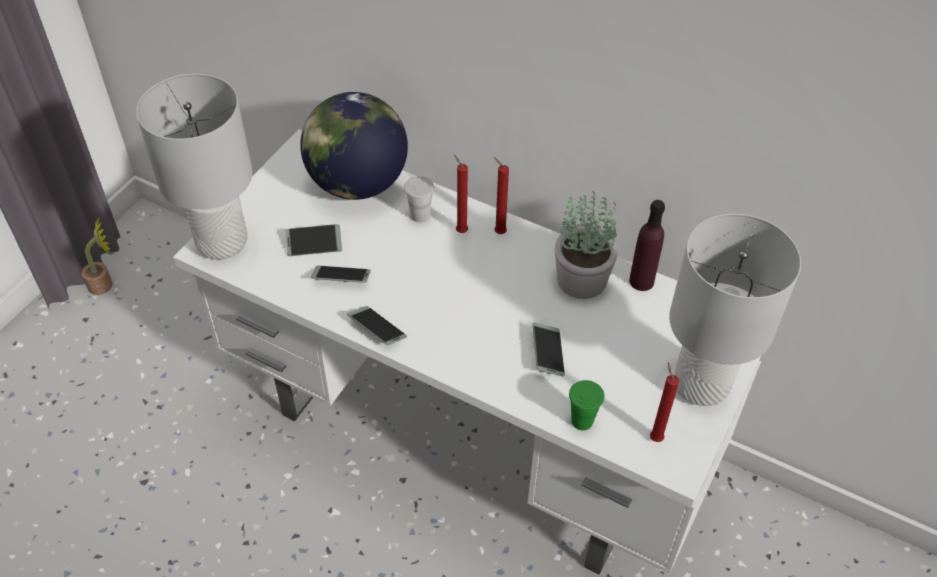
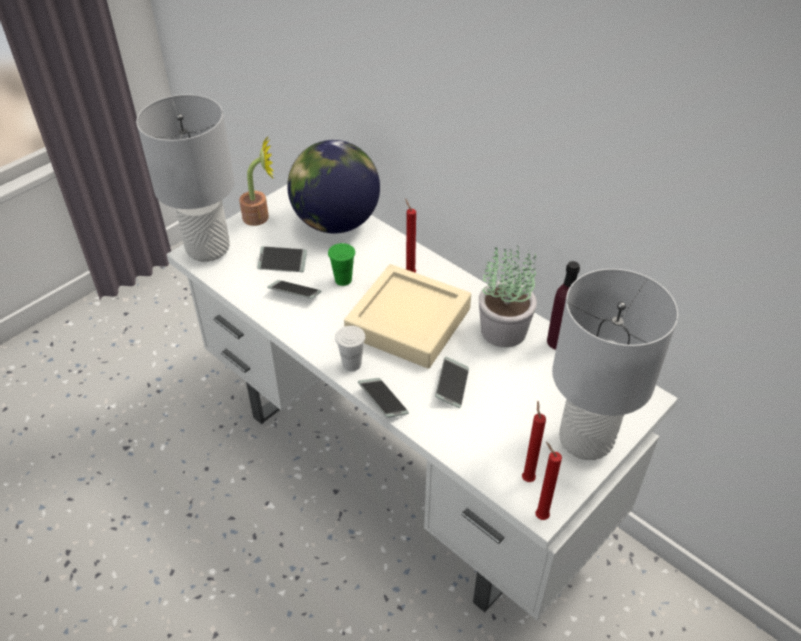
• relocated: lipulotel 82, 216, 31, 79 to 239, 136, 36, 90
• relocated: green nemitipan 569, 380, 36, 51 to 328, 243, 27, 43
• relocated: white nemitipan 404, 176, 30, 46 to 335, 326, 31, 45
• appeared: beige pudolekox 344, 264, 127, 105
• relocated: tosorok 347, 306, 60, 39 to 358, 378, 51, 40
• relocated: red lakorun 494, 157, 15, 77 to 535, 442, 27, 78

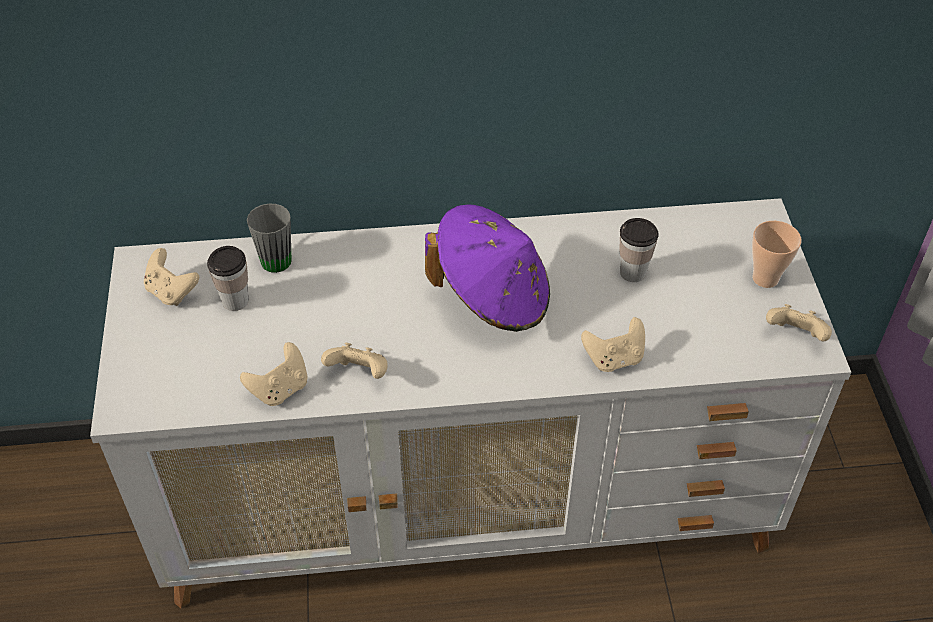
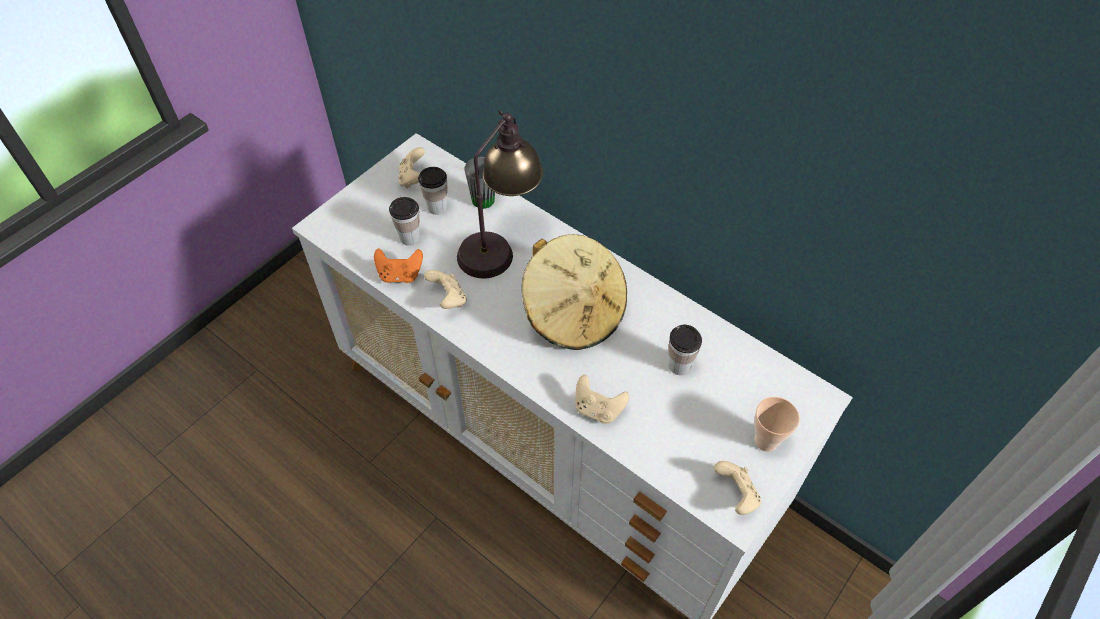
• colour: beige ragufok 240, 342, 68, 64 to orange ragufok 374, 248, 49, 35
• appeared: nemitipan 389, 197, 31, 49
• appeared: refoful 457, 110, 86, 169
• colour: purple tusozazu 425, 204, 125, 128 to beige tusozazu 522, 234, 105, 116

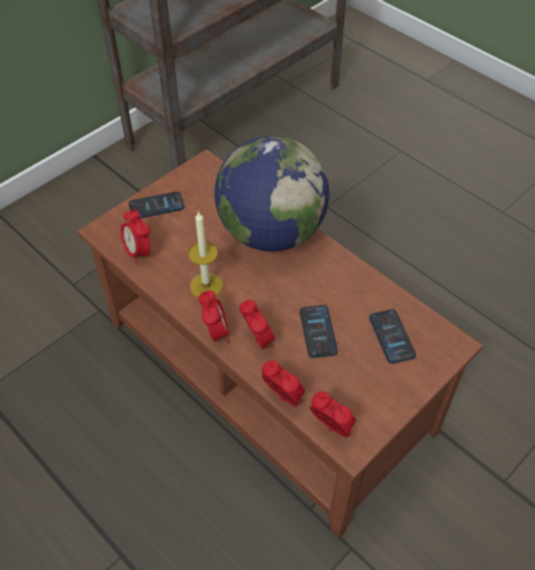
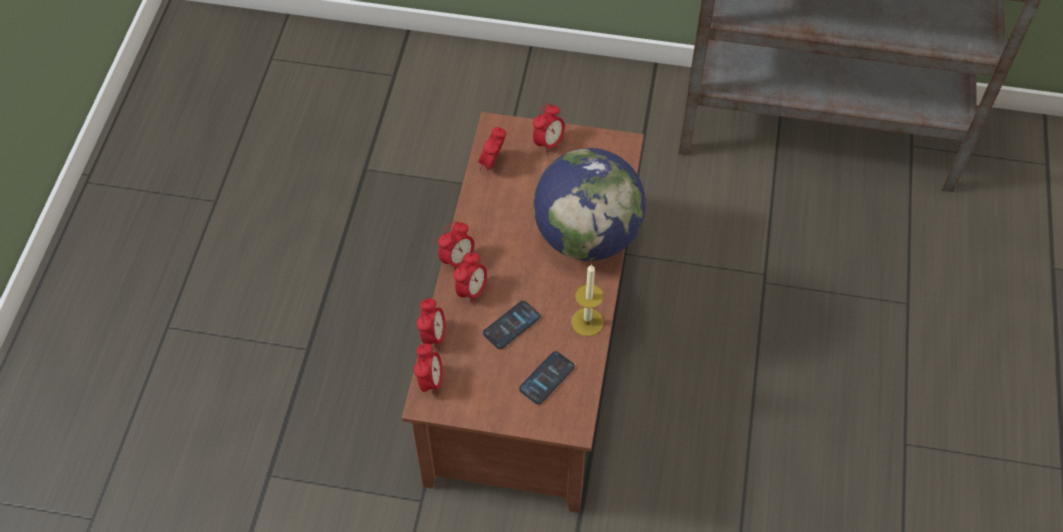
• exchanged: tosorok 129, 192, 55, 27 to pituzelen 533, 103, 32, 52
• relocated: lakorun 188, 211, 35, 87 to 571, 264, 33, 72

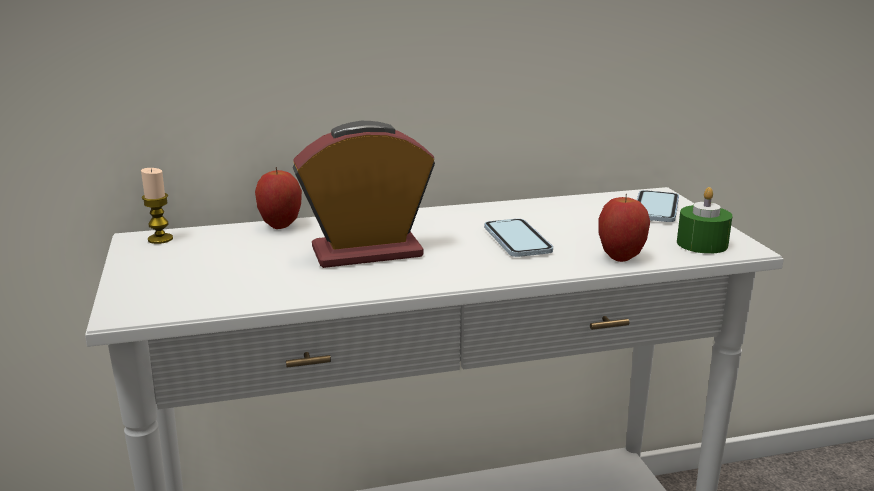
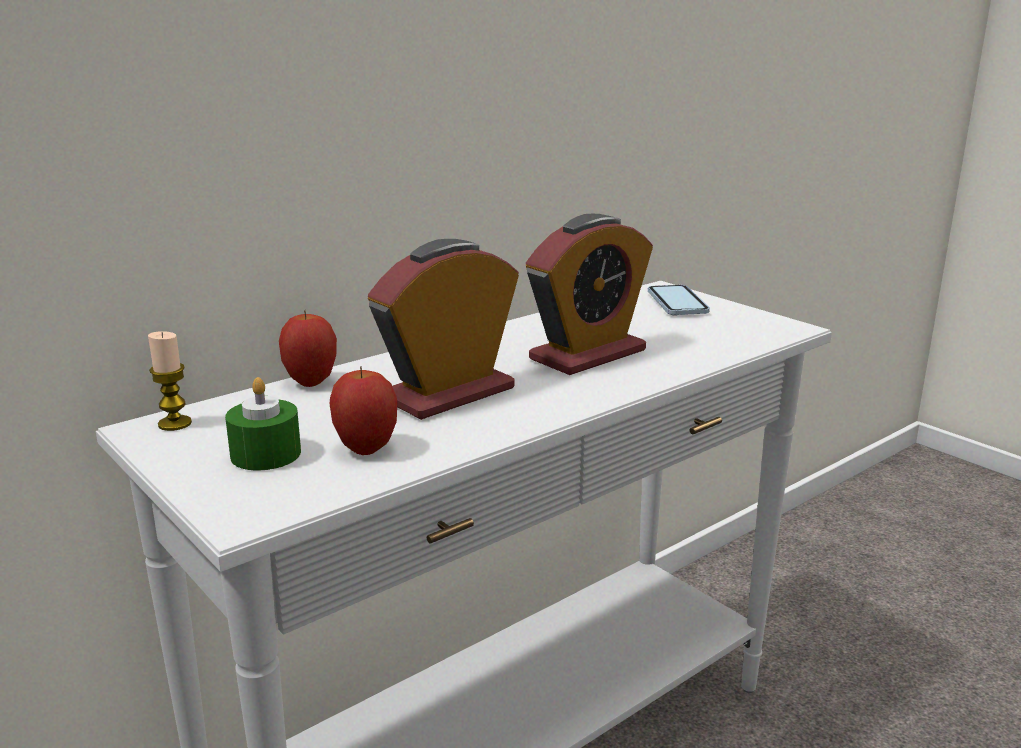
• relocated: green lakorun 677, 187, 56, 67 to 225, 377, 76, 93
• relocated: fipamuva 599, 193, 51, 69 to 330, 367, 67, 88
• exchanged: tosorok 484, 219, 69, 38 to pituzelen 526, 214, 127, 161

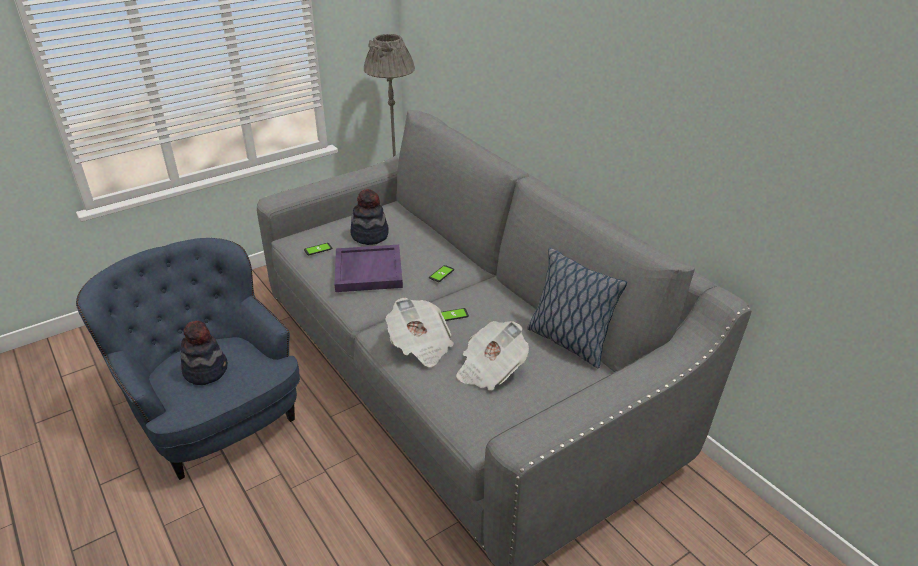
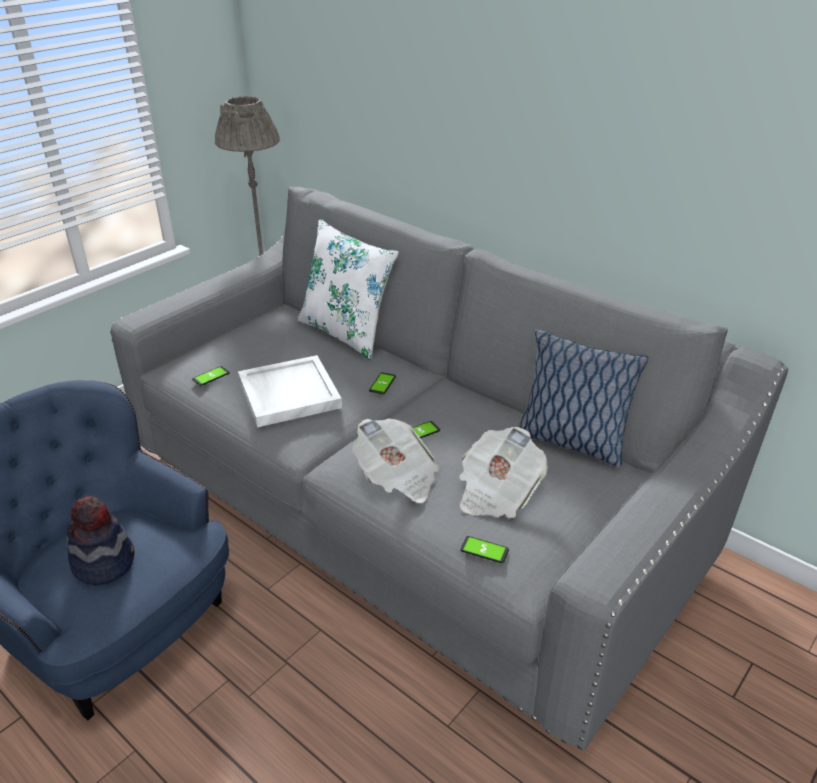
• colour: purple pudolekox 334, 245, 69, 47 to white pudolekox 238, 355, 104, 72
• appeared: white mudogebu 297, 219, 102, 141
• appeared: tosorok 460, 536, 49, 27
• missing: tusozazu 351, 189, 38, 56

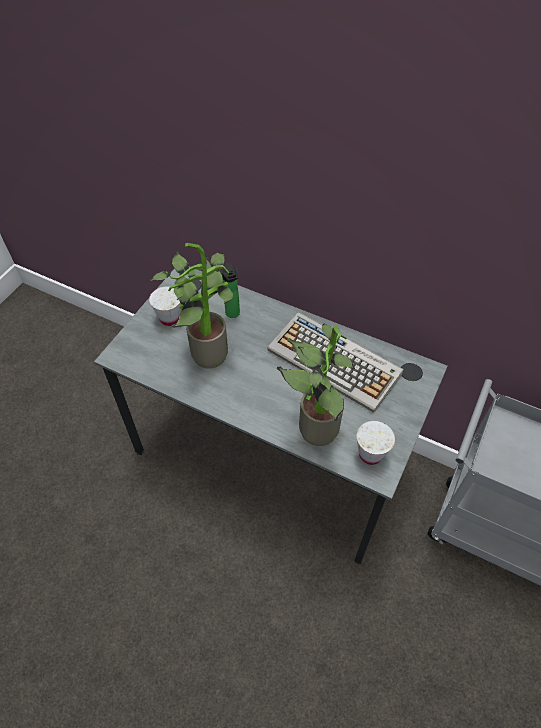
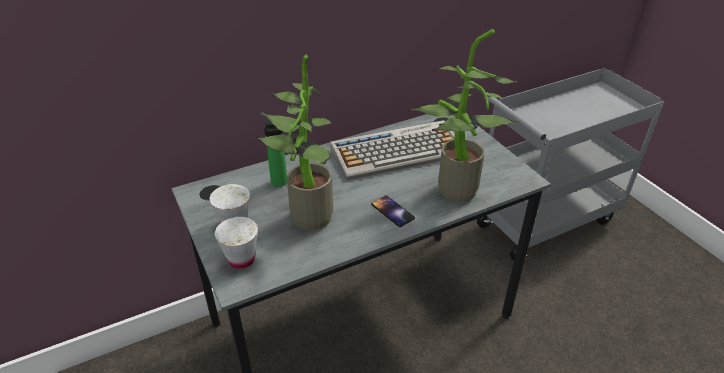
• relocated: white nemitipan 357, 421, 38, 44 to 215, 217, 43, 52
• appeared: tosorok 371, 195, 44, 32

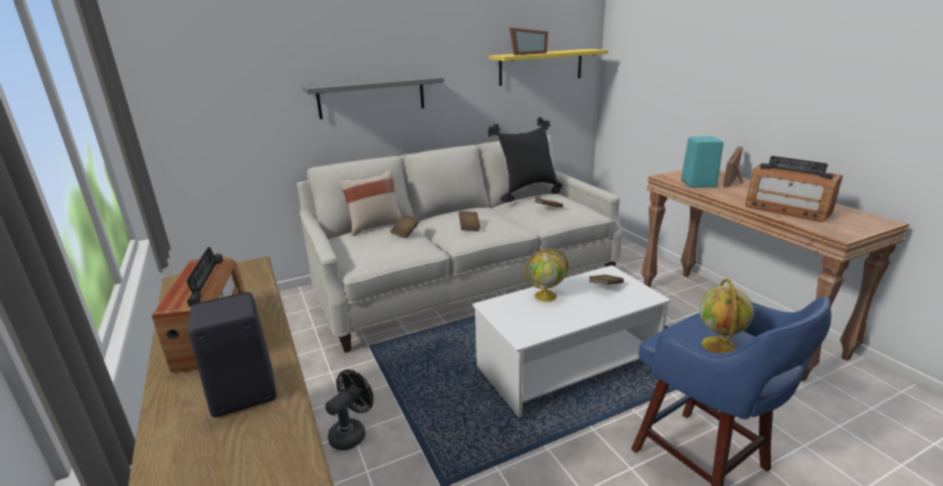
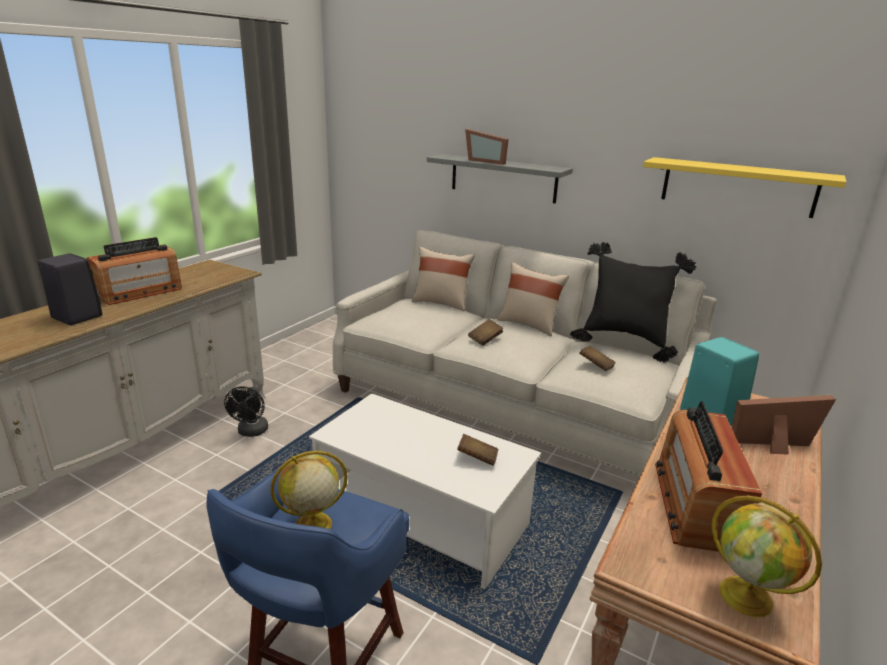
• spun: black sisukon 325, 370, 49, 80 = 224, 386, 44, 51 90 degrees clockwise
• relocated: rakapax 509, 28, 39, 27 to 465, 129, 44, 36
• appeared: beige mudogebu 497, 262, 72, 74
• relocated: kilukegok 525, 249, 43, 53 to 711, 495, 111, 122
• missing: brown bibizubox 390, 215, 29, 23

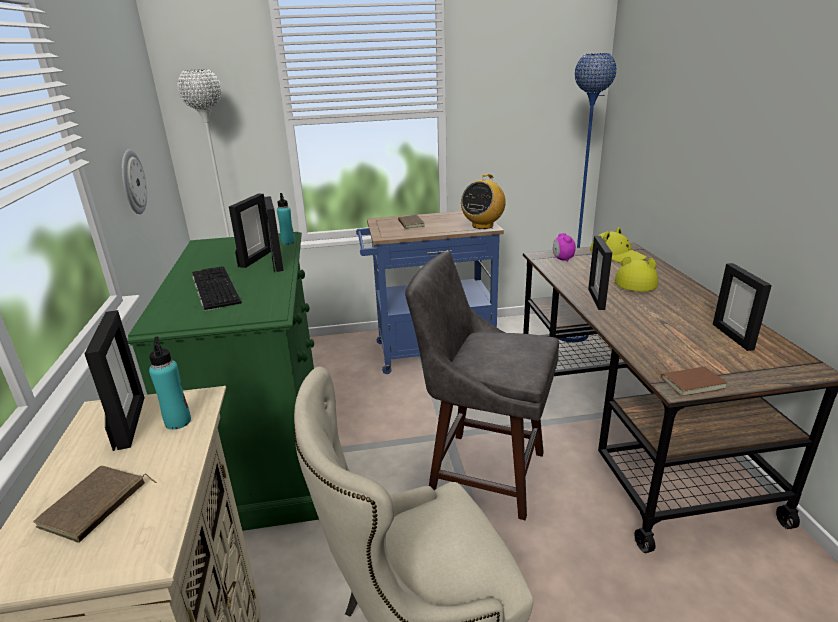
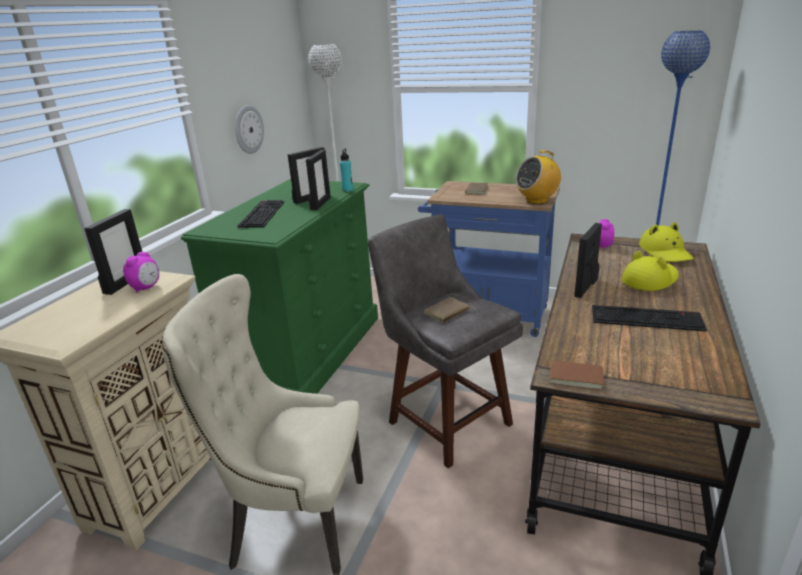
• exchanged: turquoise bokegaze 149, 336, 42, 94 to pituzelen 123, 252, 36, 40
• relocated: brown bibizubox 33, 465, 124, 78 to 424, 297, 52, 26
• appeared: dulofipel 592, 305, 115, 27
• missing: rakapax 713, 263, 59, 88

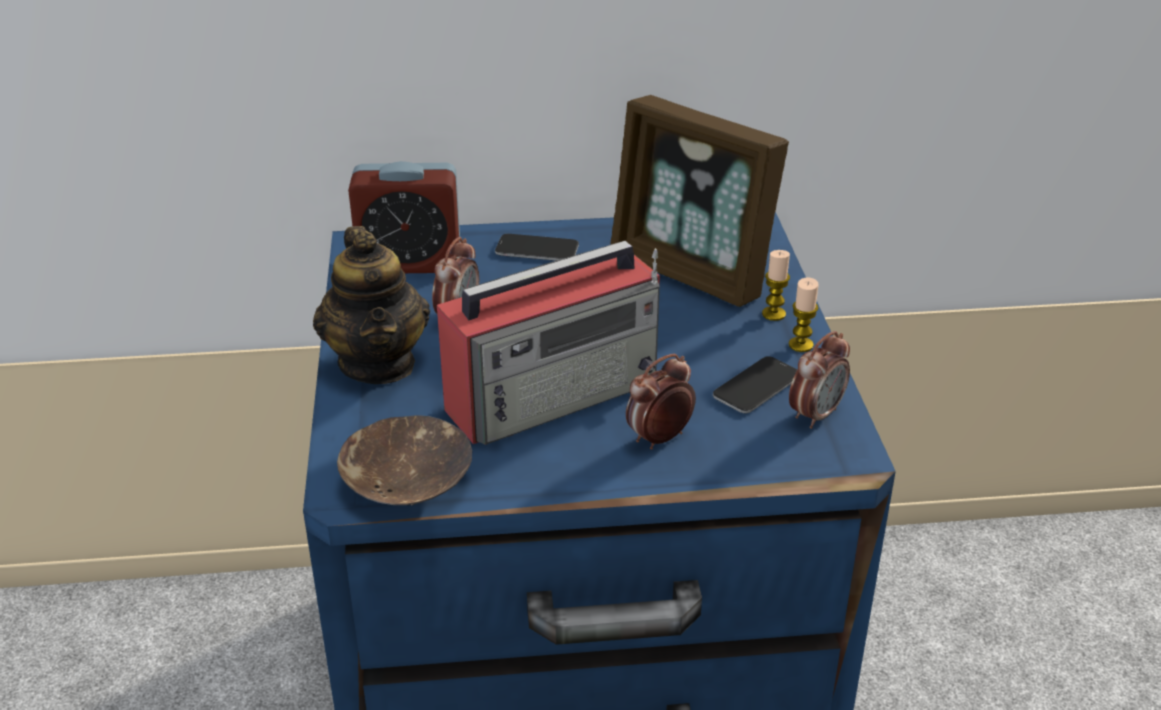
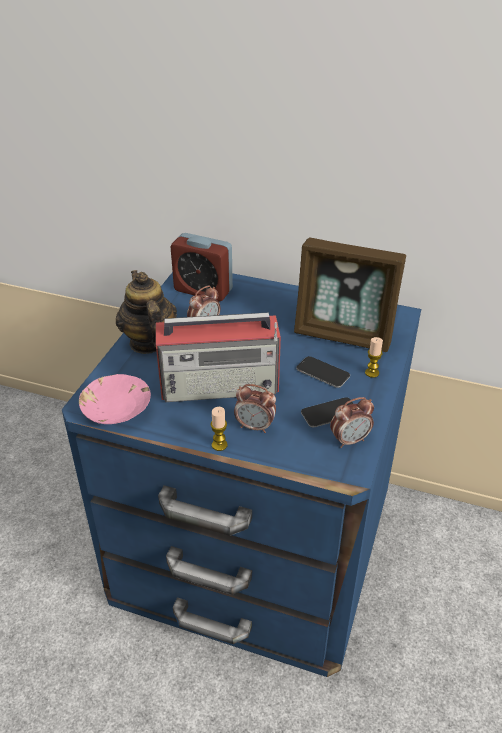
• colour: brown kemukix 337, 415, 135, 90 to pink kemukix 79, 374, 72, 50
• spun: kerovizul 313, 226, 117, 158 = 116, 270, 61, 84 150 degrees clockwise
• relocated: lakorun 789, 277, 30, 75 to 211, 407, 16, 44
• spun: pituzelen 626, 354, 70, 95 = 234, 384, 42, 49 150 degrees counterclockwise
• spun: rakapax 610, 95, 179, 212 = 294, 237, 112, 115 45 degrees counterclockwise
• relocated: tosorok 495, 234, 84, 27 to 296, 356, 54, 32

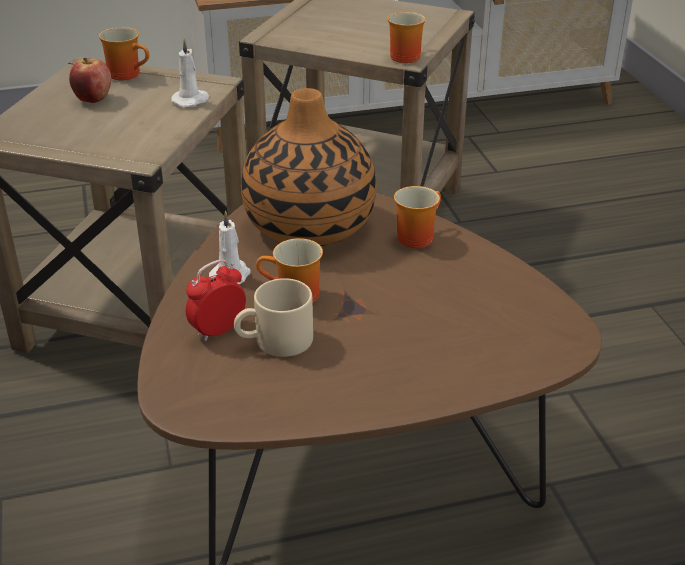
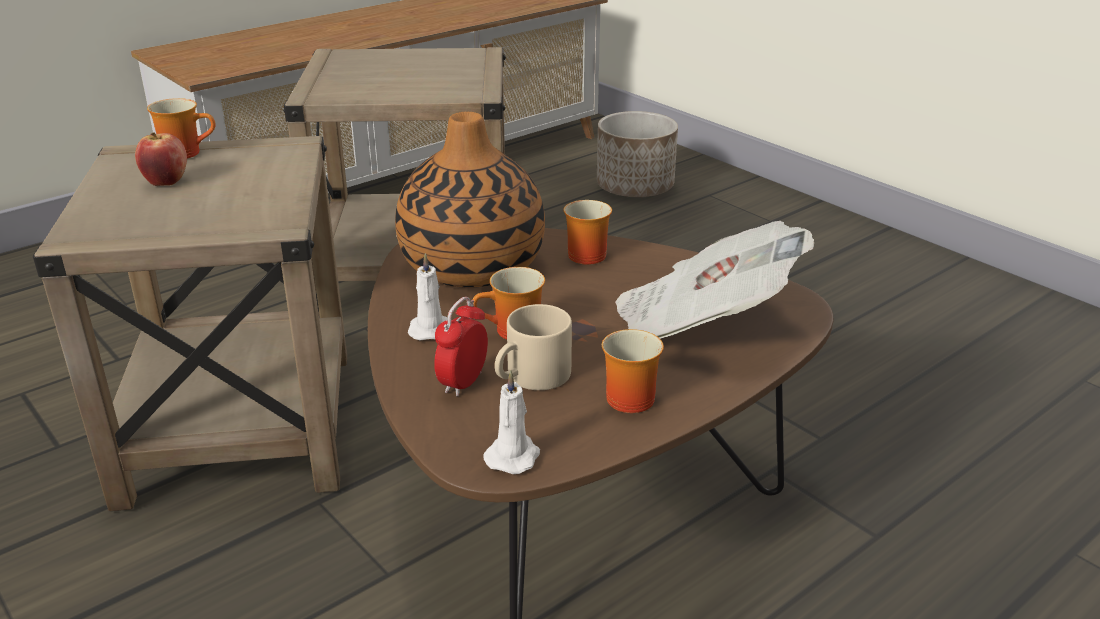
• relocated: white lakorun 171, 38, 38, 69 to 483, 371, 57, 103
• appeared: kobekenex 597, 111, 81, 86
• relocated: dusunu 387, 12, 39, 51 to 602, 329, 62, 84
• appeared: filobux 615, 221, 199, 118

